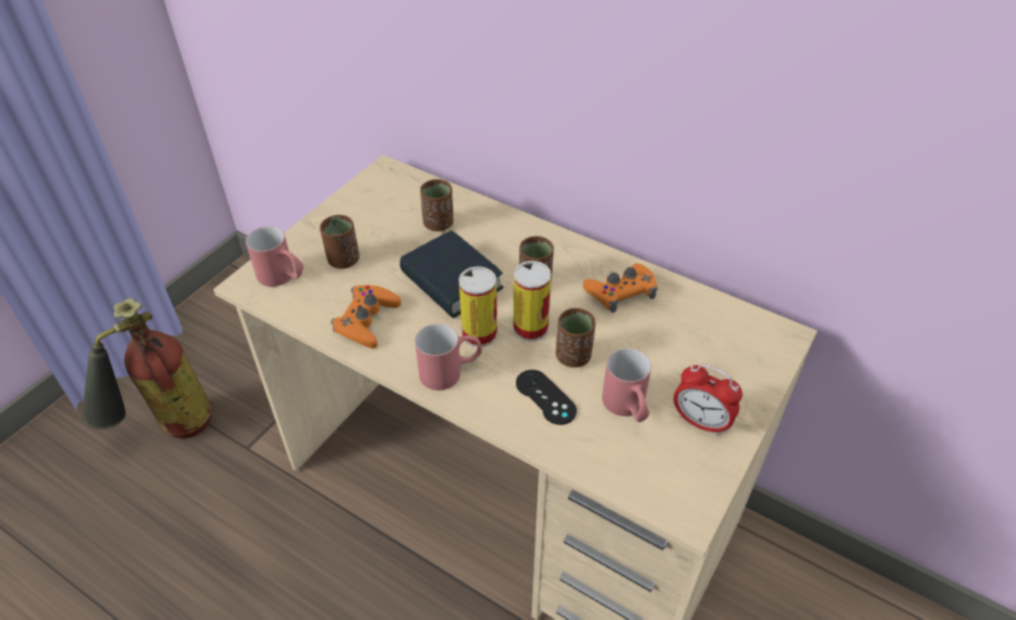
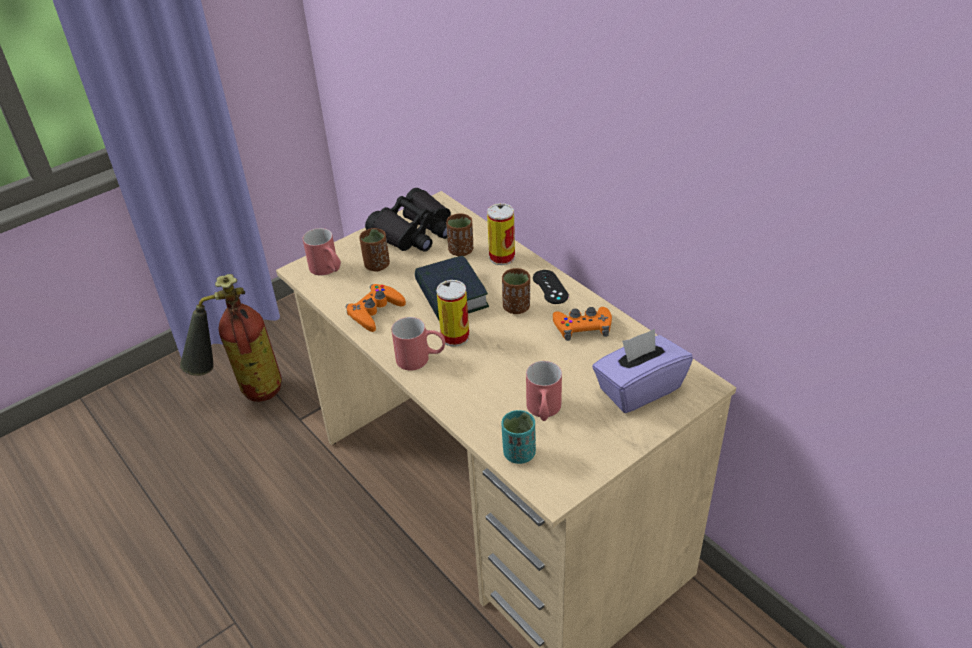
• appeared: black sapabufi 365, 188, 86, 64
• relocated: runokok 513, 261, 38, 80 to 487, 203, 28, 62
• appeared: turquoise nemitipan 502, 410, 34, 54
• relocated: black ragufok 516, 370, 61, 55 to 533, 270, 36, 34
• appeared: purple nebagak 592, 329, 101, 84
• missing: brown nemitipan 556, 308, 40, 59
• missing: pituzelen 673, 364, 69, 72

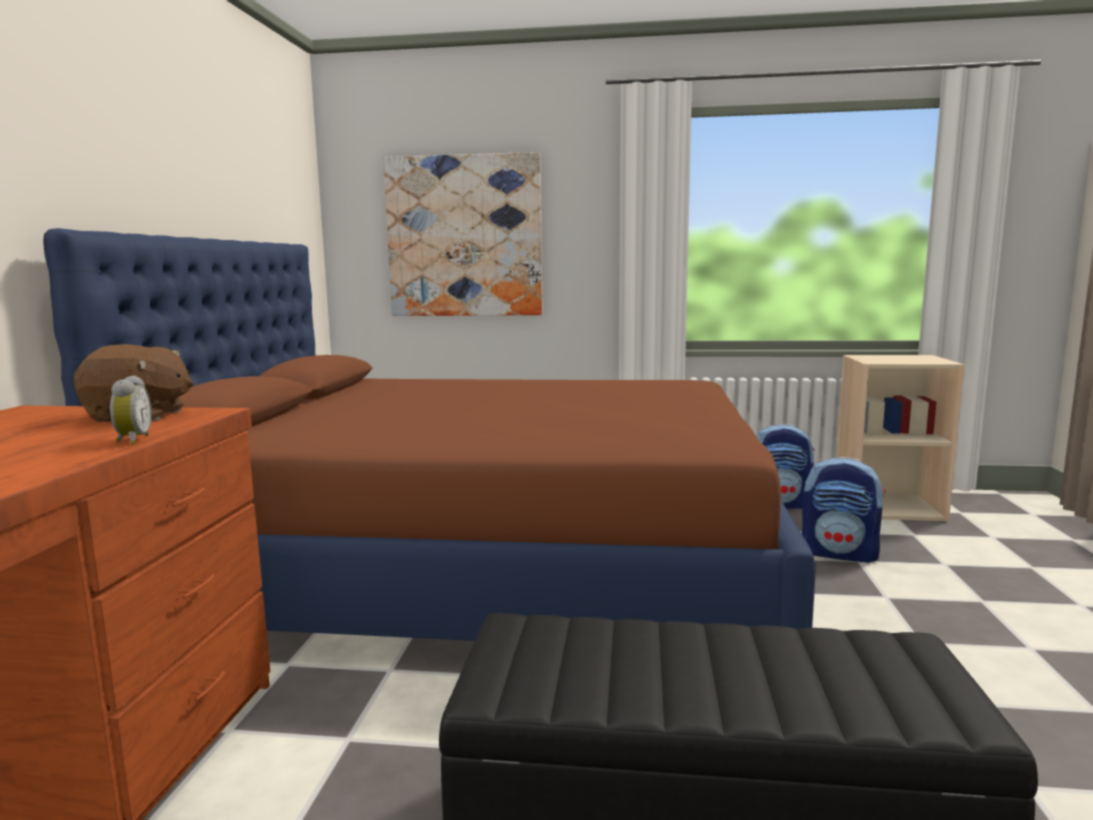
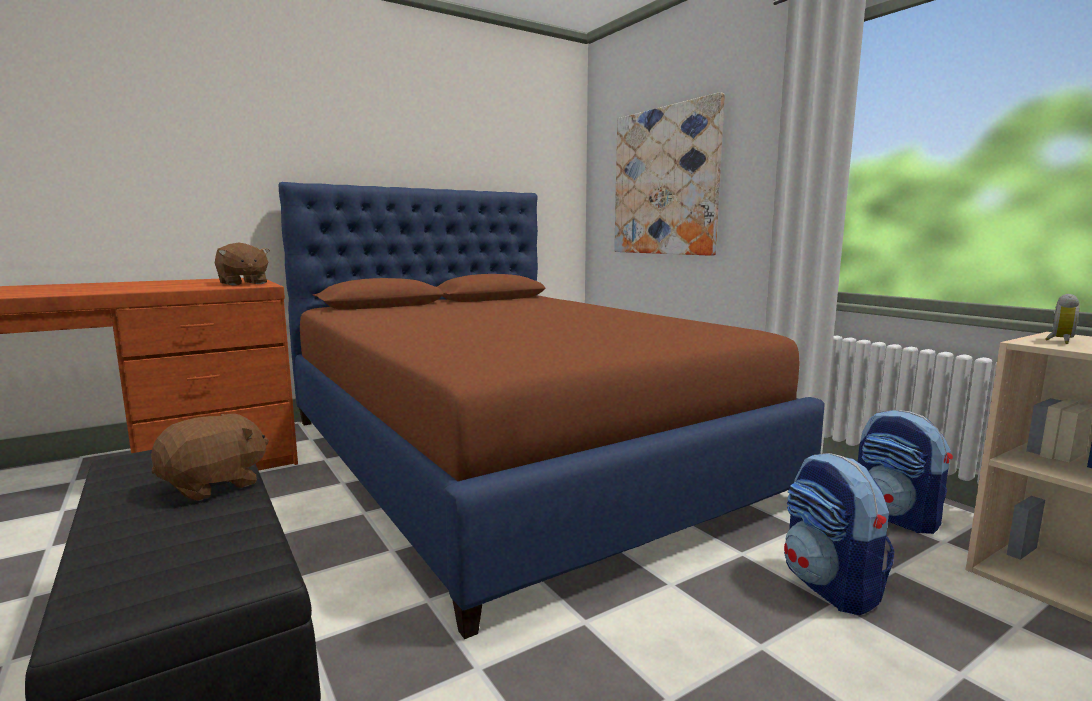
• appeared: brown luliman 151, 414, 118, 87
• relocated: pituzelen 110, 375, 42, 70 to 1045, 294, 35, 50

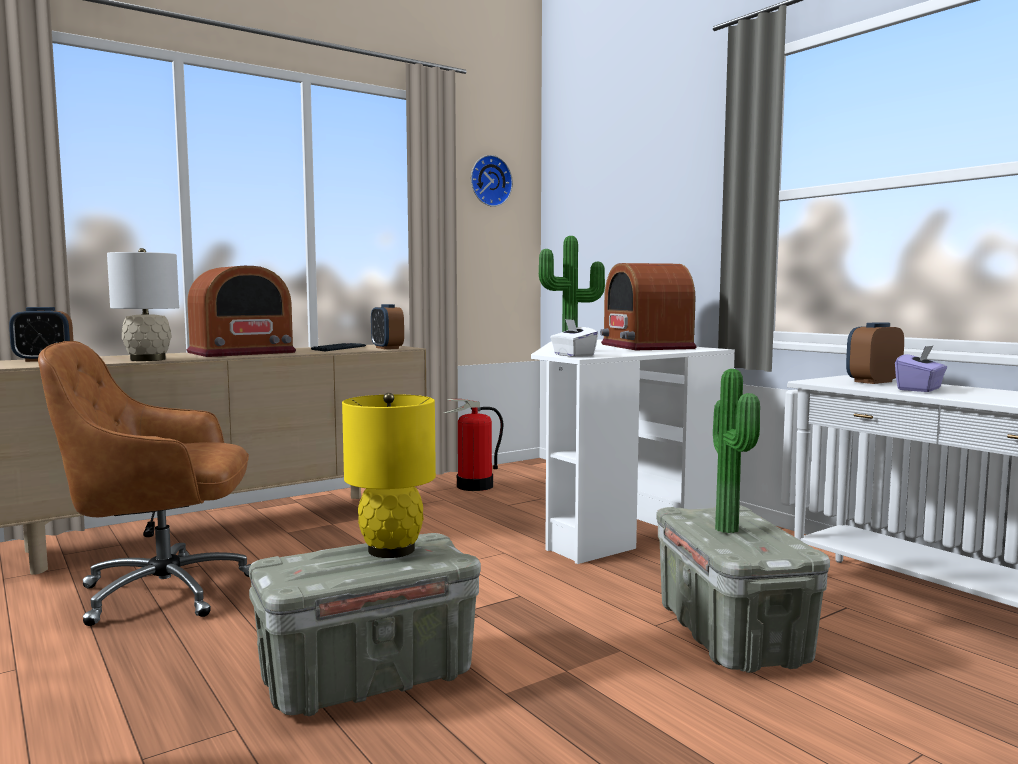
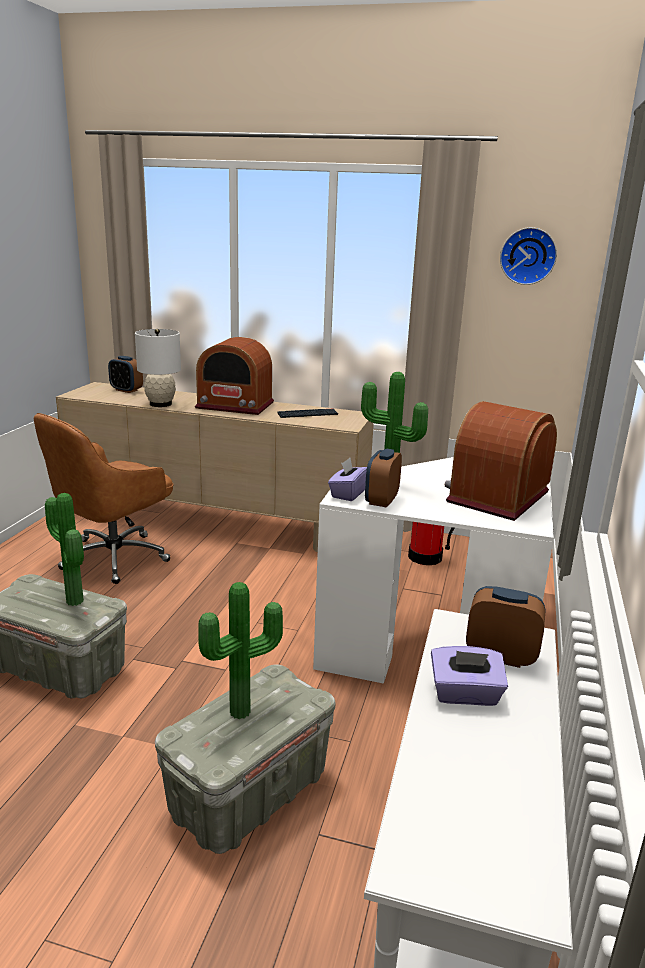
• spun: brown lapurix 38, 341, 213, 285 = 34, 413, 139, 171 90 degrees counterclockwise
• exchanged: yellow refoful 342, 393, 94, 165 to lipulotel 45, 493, 39, 113
• colour: white nebagak 550, 319, 48, 38 to purple nebagak 328, 458, 39, 43
• relocated: pituzelen 371, 304, 33, 45 to 365, 449, 37, 59

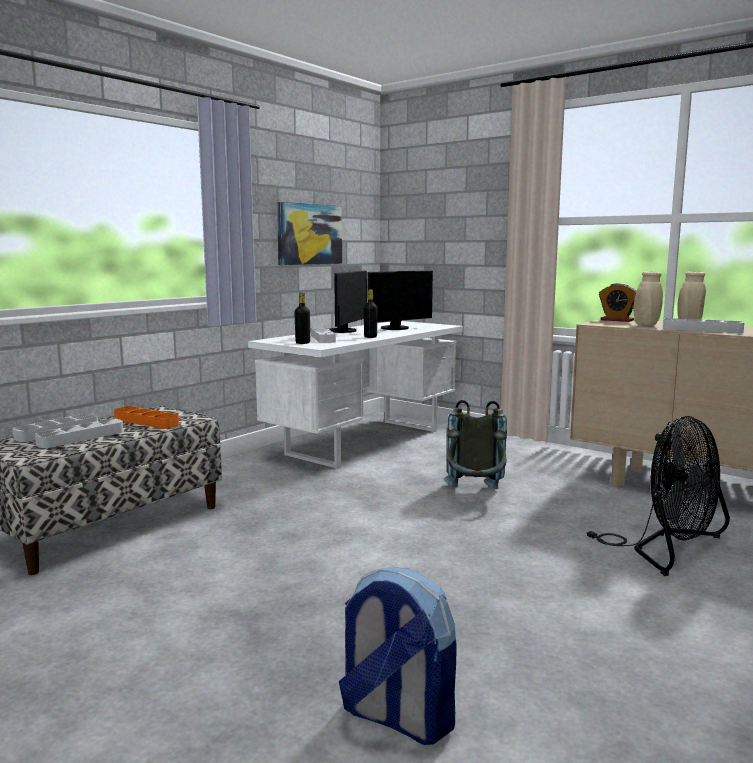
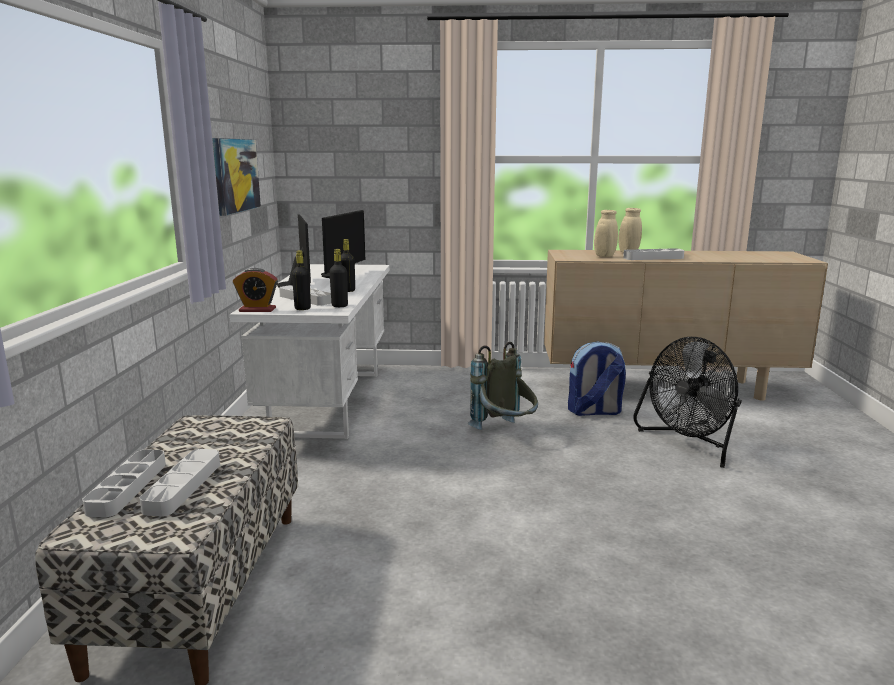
• relocated: pituzelen 599, 283, 38, 39 to 233, 268, 45, 44
• appeared: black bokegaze 329, 249, 19, 58
• relocated: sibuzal 339, 567, 118, 178 to 568, 341, 58, 75
• spun: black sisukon 587, 416, 143, 160 = 633, 337, 109, 131 135 degrees clockwise
• missing: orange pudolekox 114, 406, 65, 23

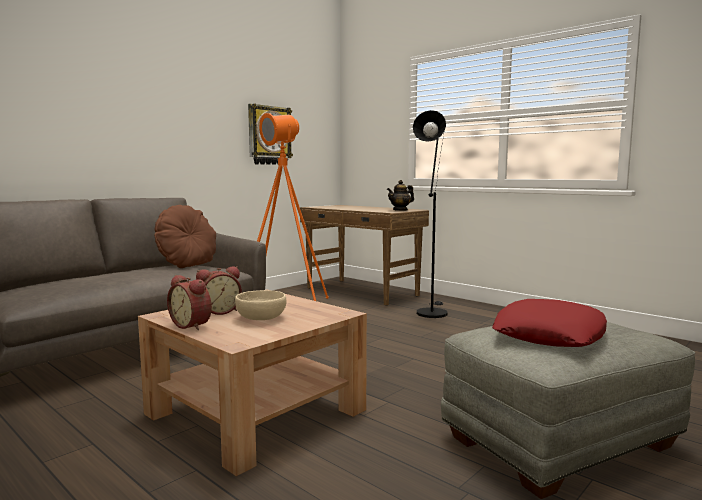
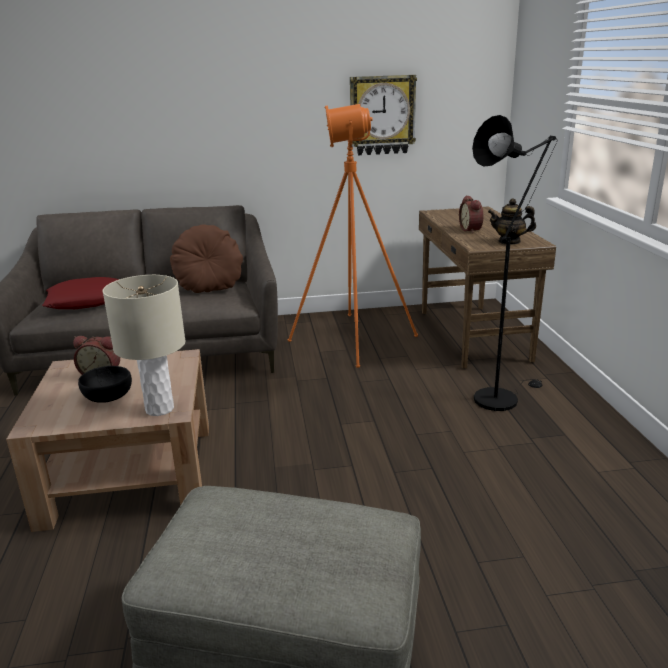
• relocated: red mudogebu 492, 299, 115, 48 to 42, 277, 77, 32
• colour: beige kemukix 235, 290, 51, 30 to black kemukix 78, 366, 54, 37
• appeared: beige refoful 103, 275, 83, 141
• relocated: pituzelen 167, 275, 45, 55 to 459, 195, 24, 38

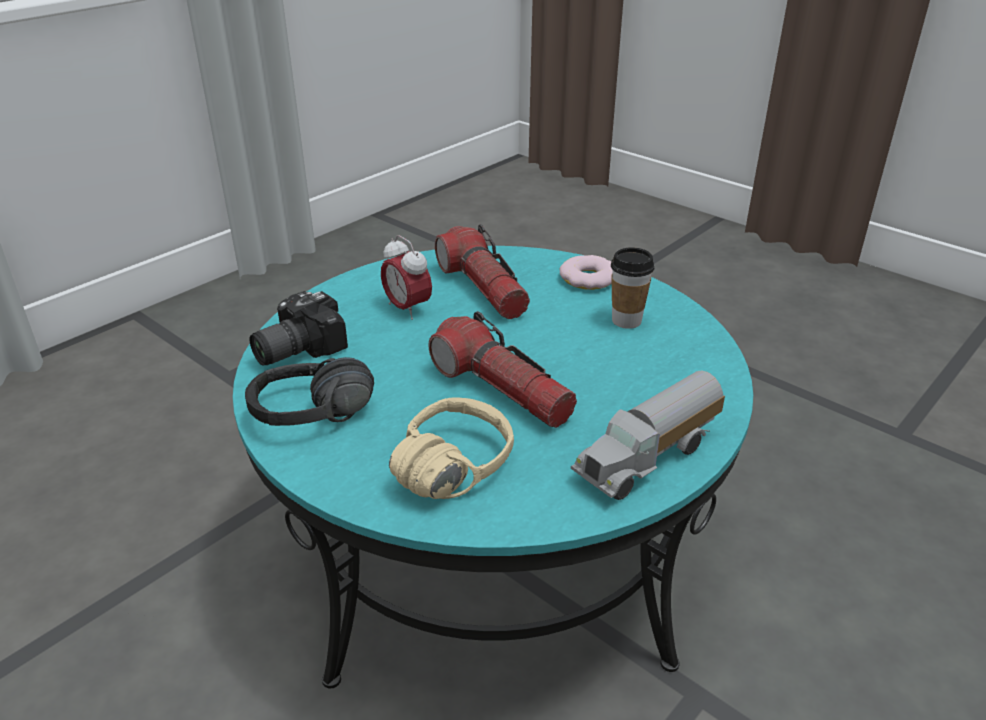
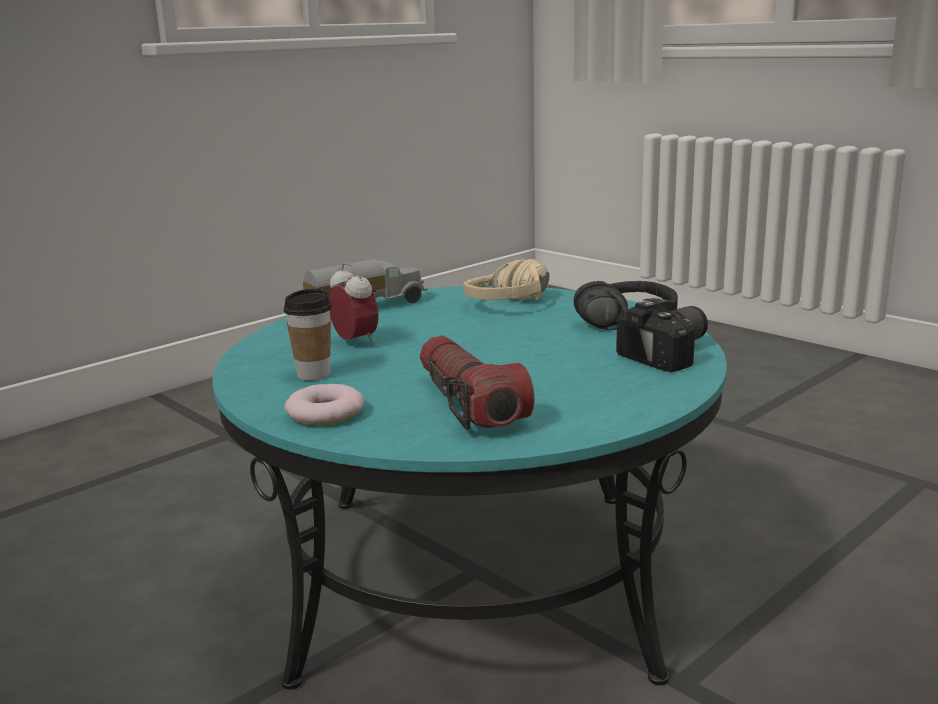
• relocated: pituzelen 381, 235, 51, 85 to 329, 262, 50, 84
• missing: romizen 429, 311, 148, 117

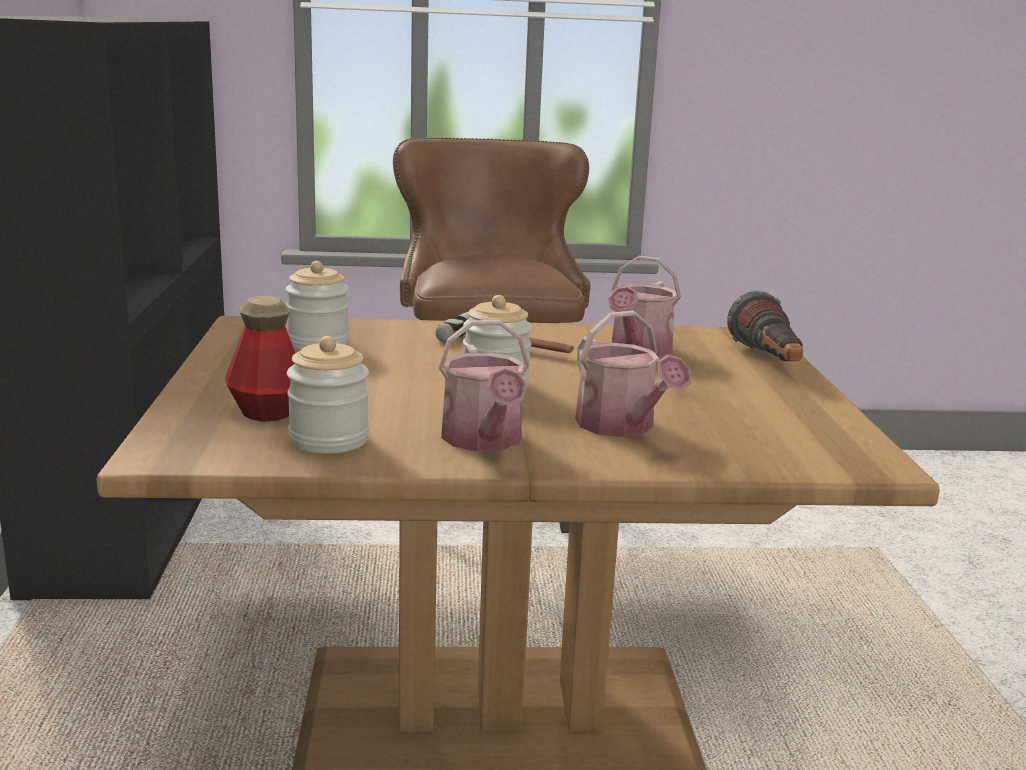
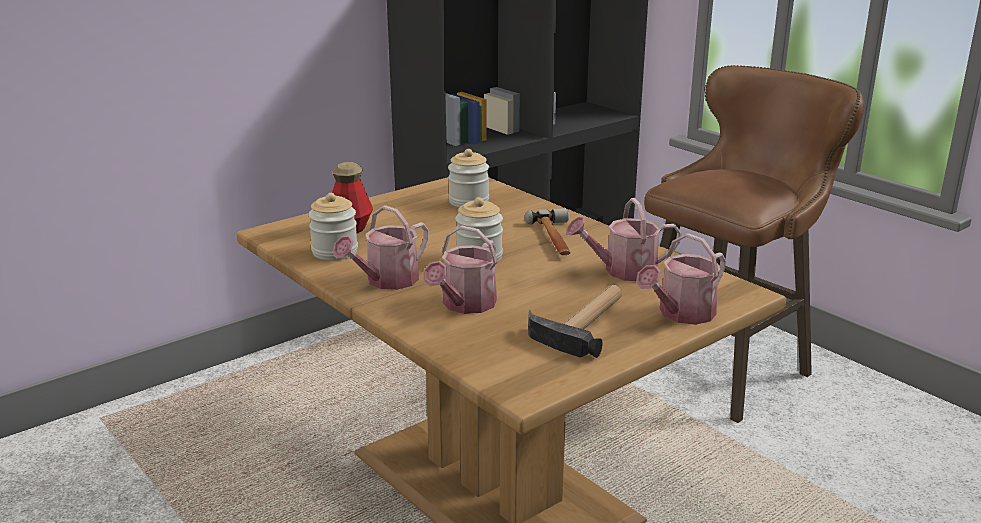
• appeared: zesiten 528, 285, 94, 73
• exchanged: romizen 727, 291, 76, 70 to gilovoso 636, 233, 90, 92

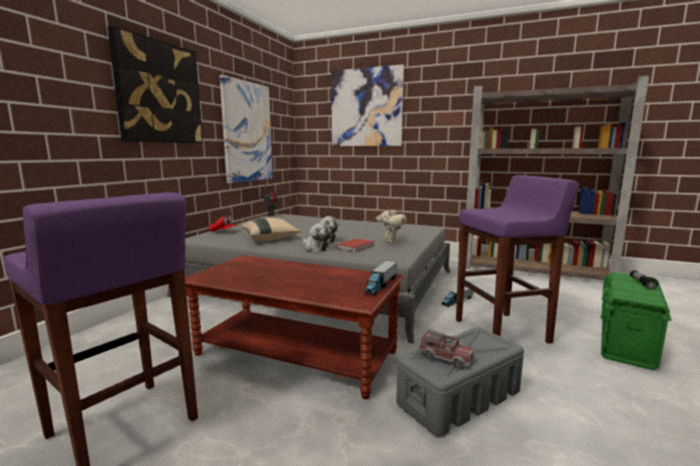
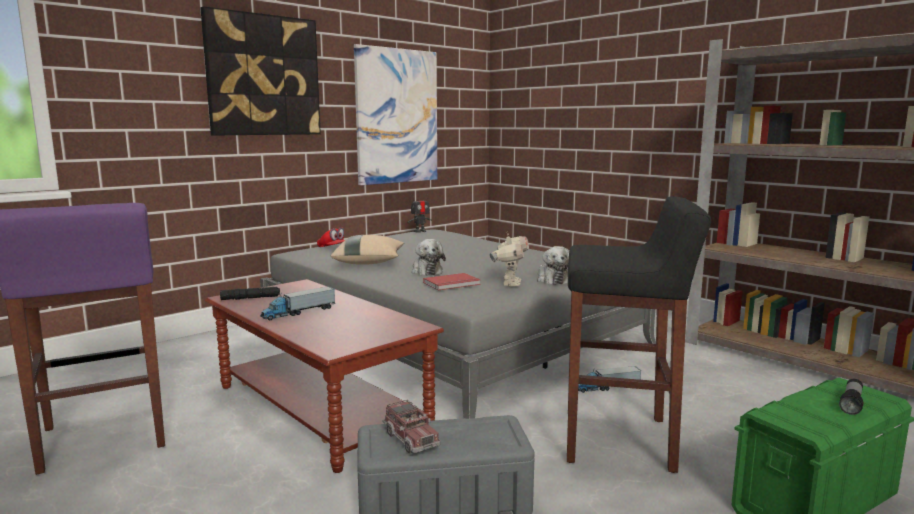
• appeared: black romizen 220, 287, 60, 13
• relocated: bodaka 364, 260, 33, 35 to 260, 286, 75, 34
• relocated: luliman 303, 223, 28, 29 to 537, 246, 32, 39
• colour: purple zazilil 456, 175, 124, 169 to black zazilil 567, 196, 144, 277
• missing: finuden 331, 64, 73, 82

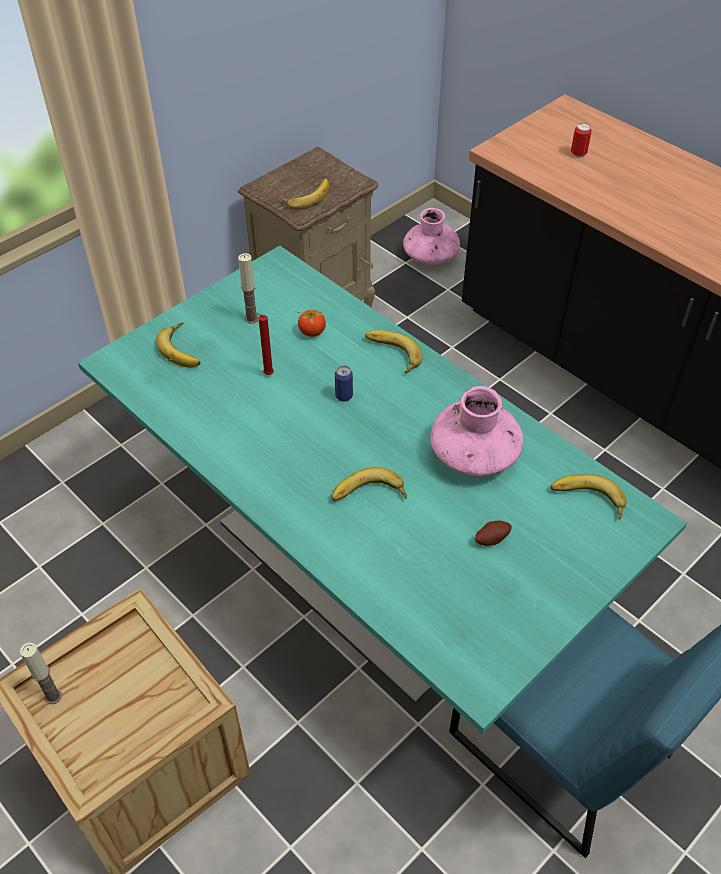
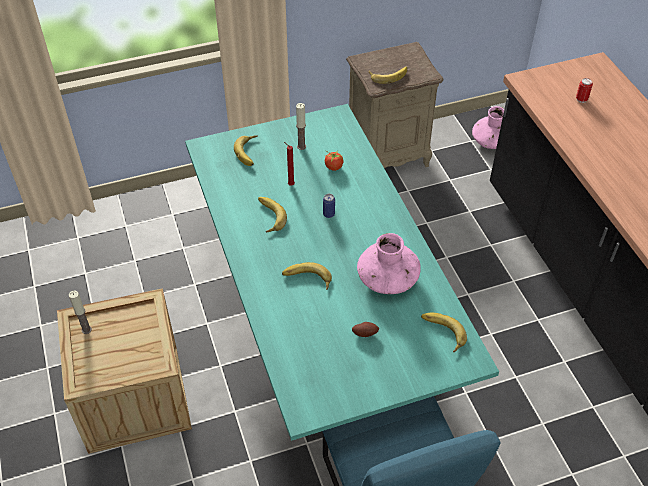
• relocated: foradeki 365, 330, 58, 43 to 258, 197, 29, 35

